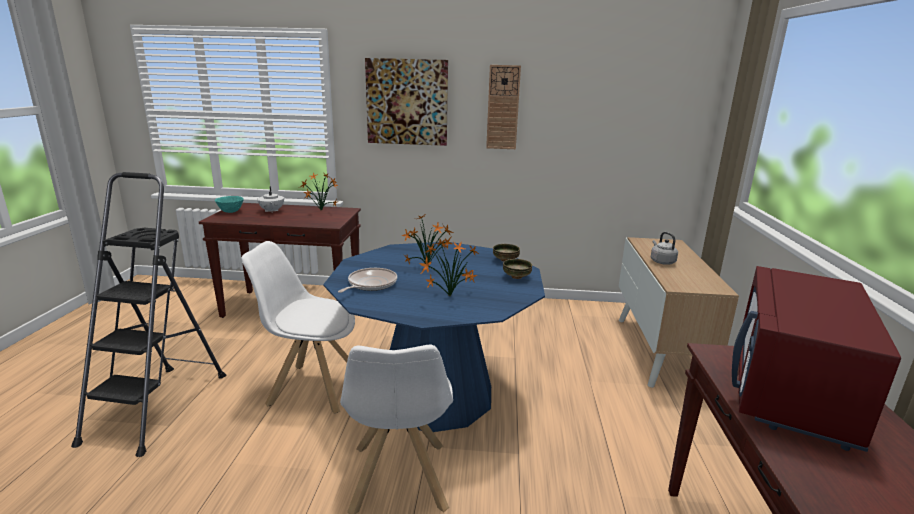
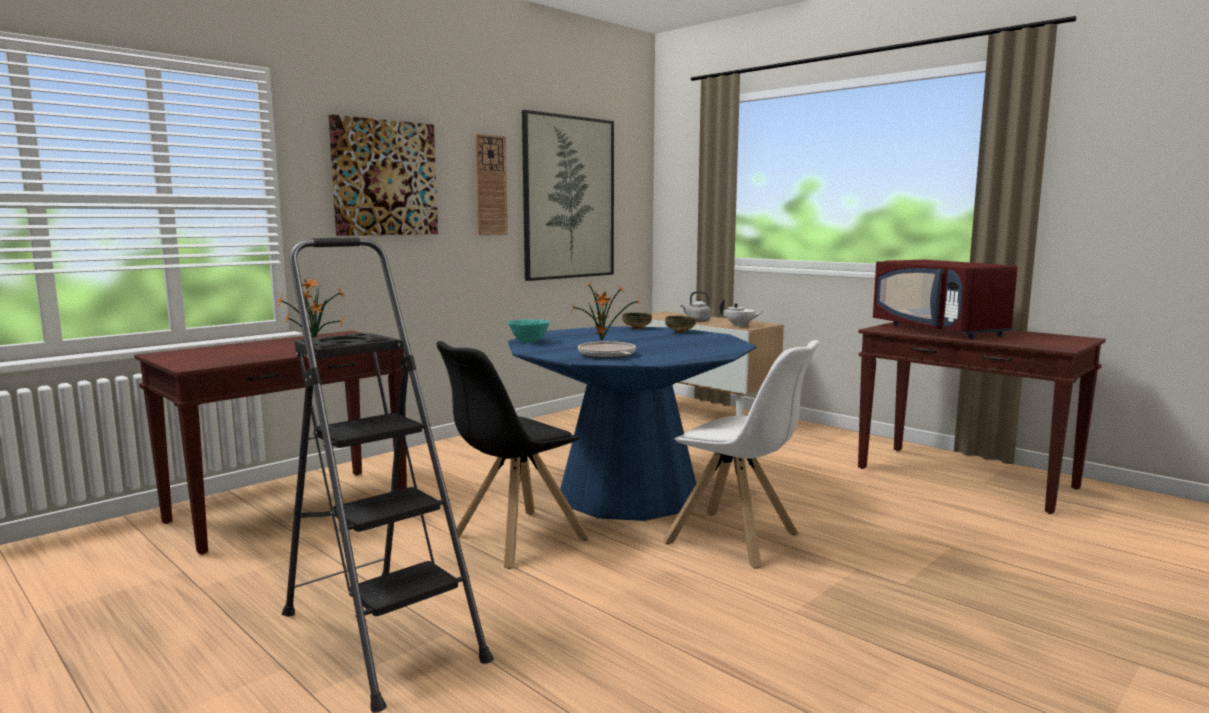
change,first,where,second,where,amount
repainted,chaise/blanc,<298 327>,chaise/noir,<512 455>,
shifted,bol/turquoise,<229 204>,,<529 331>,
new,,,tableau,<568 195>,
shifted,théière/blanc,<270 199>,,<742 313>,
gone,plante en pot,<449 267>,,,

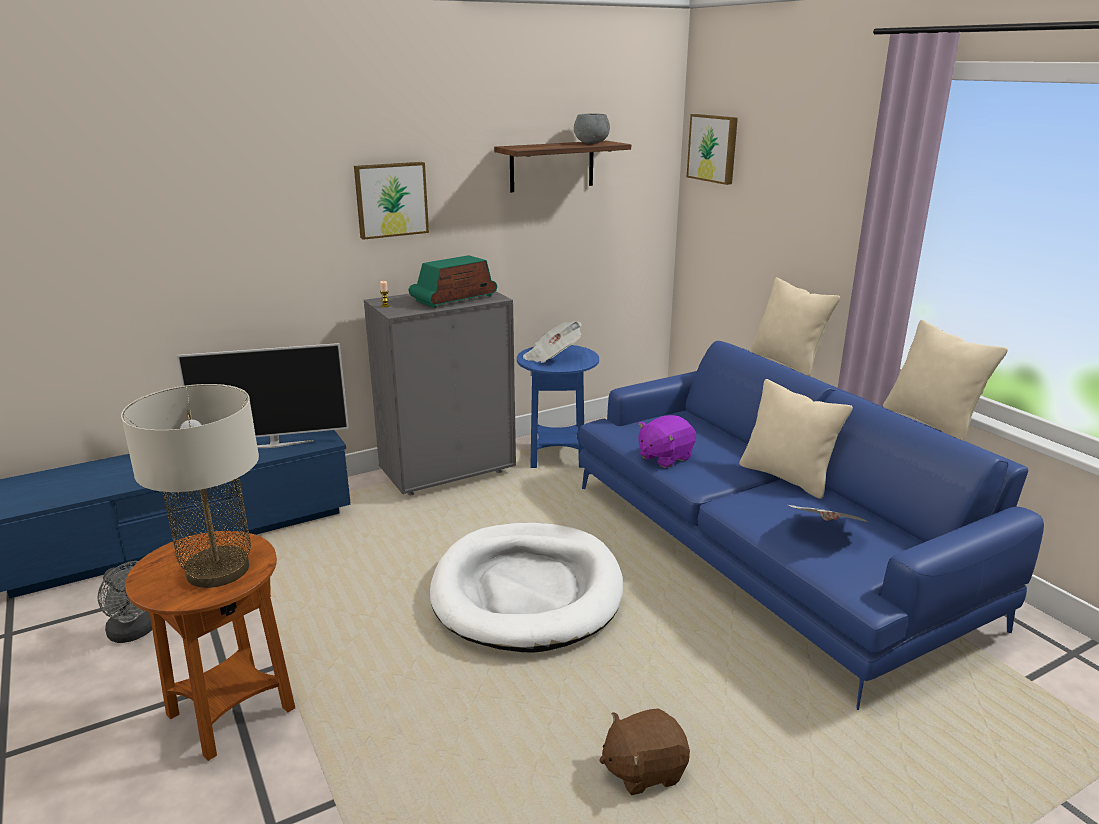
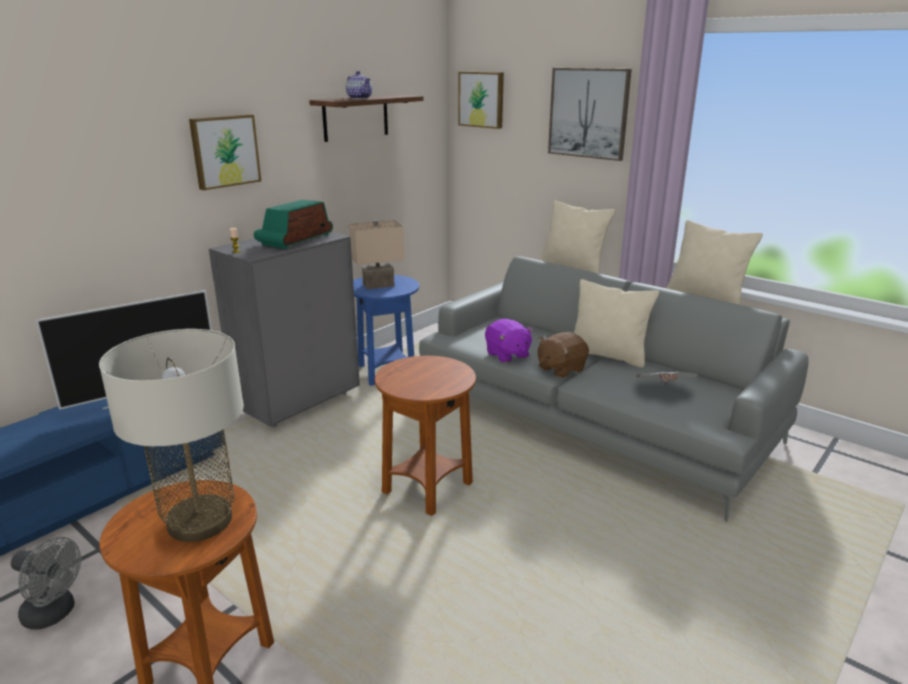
change,first,where,second,where,amount
new,,,théière,<359 85>,
swapped,journal,<552 342>,lampe de table/beige,<376 254>,
swapped,panier pour chien/blanc,<526 588>,table d'appoint/marron,<425 436>,
repainted,canapé/bleu,<811 525>,canapé/gris,<614 389>,
rotated,peluche/violet,<667 441>,,<509 341>,60 degrees counterclockwise
shifted,peluche/marron,<644 751>,,<563 355>,
new,,,tableau,<590 114>,
gone,bol/gris,<592 128>,,,

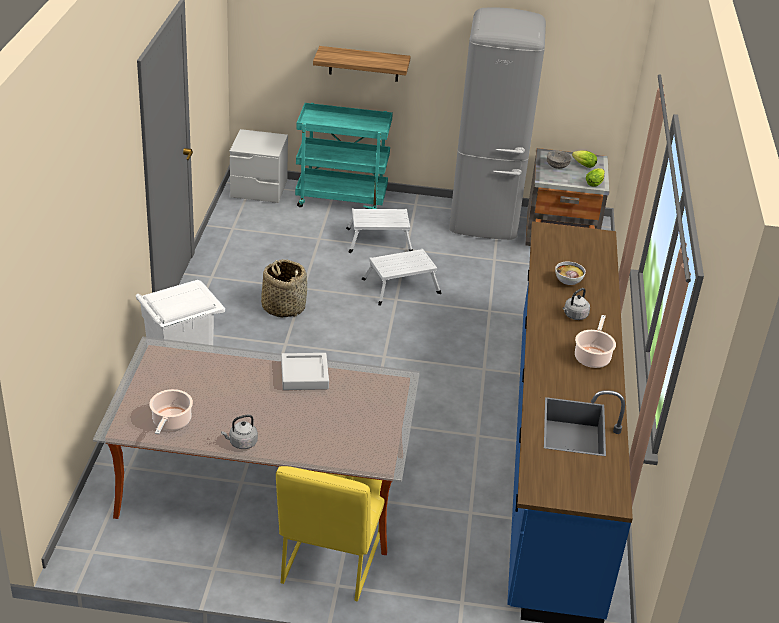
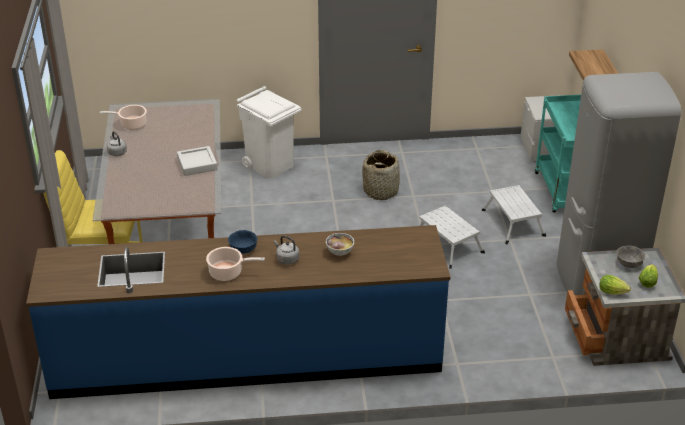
change,first,where,second,where,amount
new,,,bol/bleu,<242 242>,

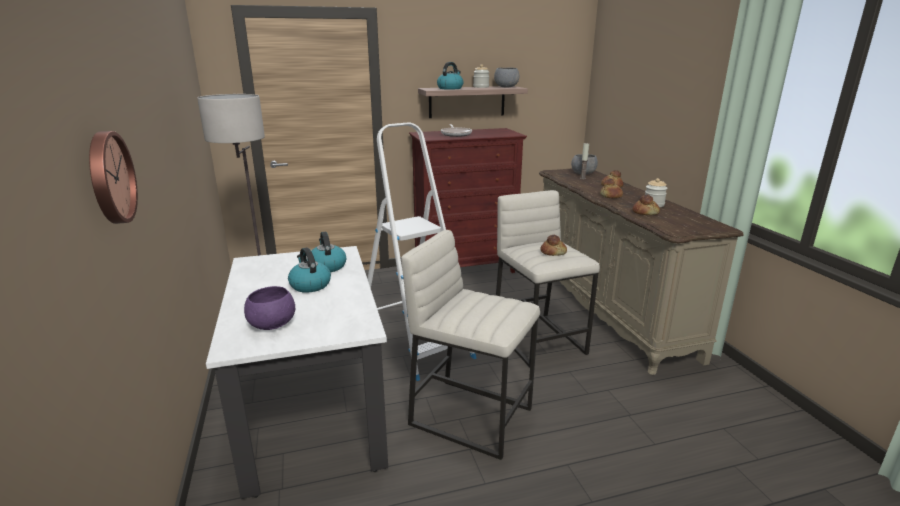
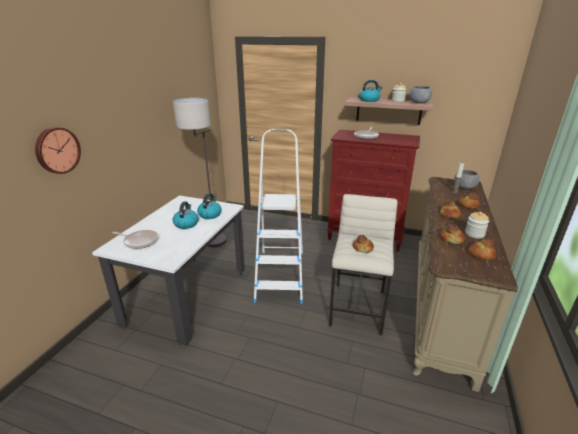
change,first,where,second,where,amount
swapped,bol/violet,<269 308>,poêle,<135 239>,
new,,,pain,<482 249>,
gone,tabouret/beige,<470 345>,,,

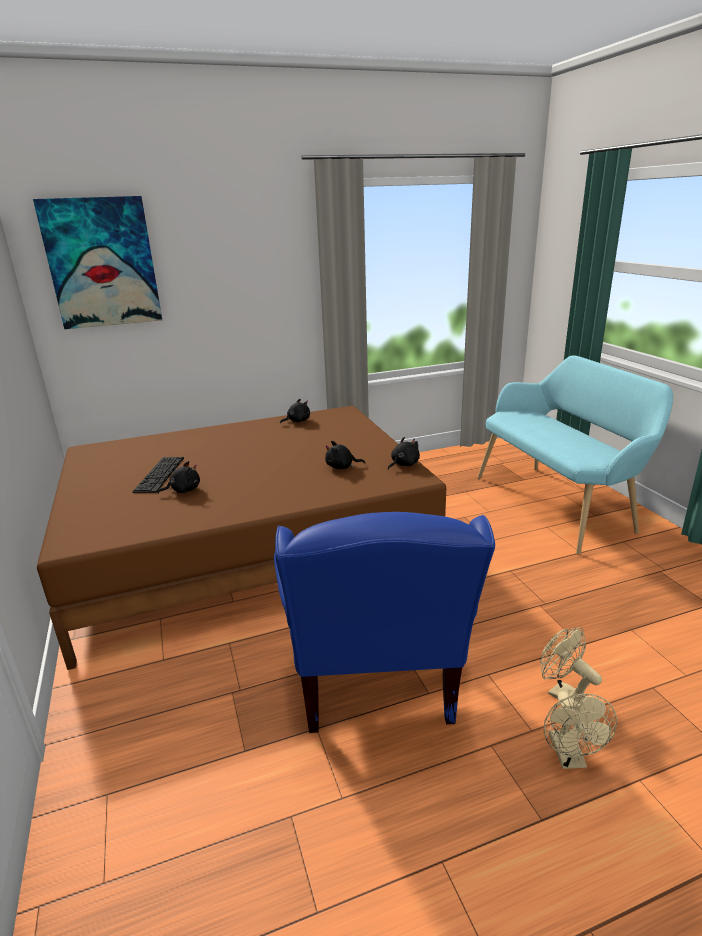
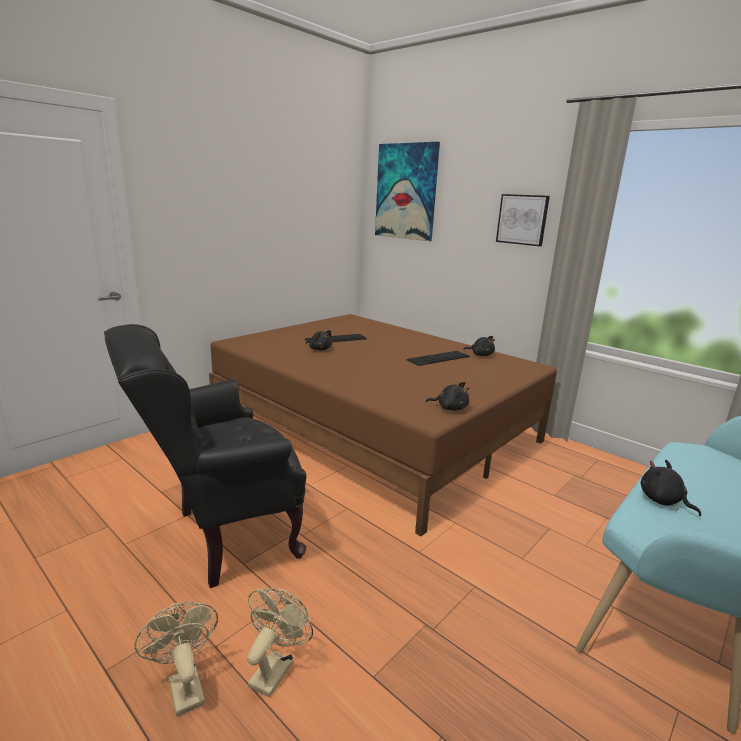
change,first,where,second,where,amount
repainted,fauteuil/bleu,<384 622>,fauteuil/noir,<205 456>,
rotated,ventilateur/beige,<580 730>,,<176 658>,90 degrees clockwise
new,,,clavier,<438 358>,
new,,,tableau,<523 220>,
shifted,peluche/noir,<345 455>,,<671 488>,

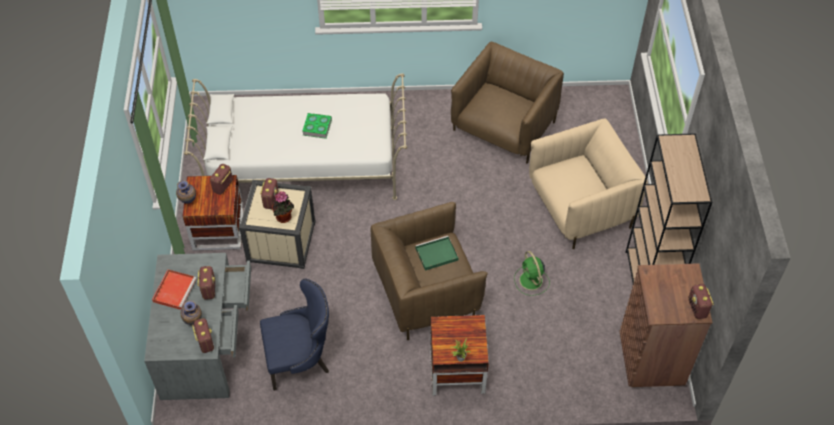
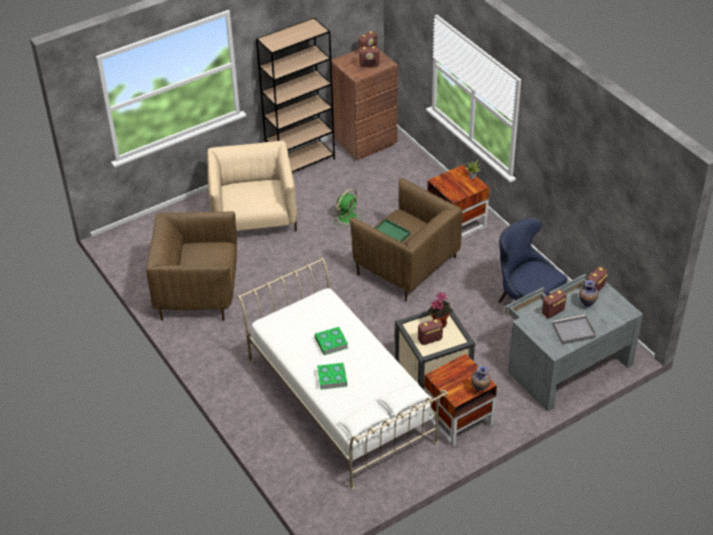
change,first,where,second,where,amount
rotated,fauteuil/beige,<588 183>,,<252 186>,45 degrees clockwise
new,,,livre,<332 376>,
shifted,radio,<221 179>,,<369 56>,
repainted,plateau/rouge,<174 289>,plateau/gris,<574 330>,

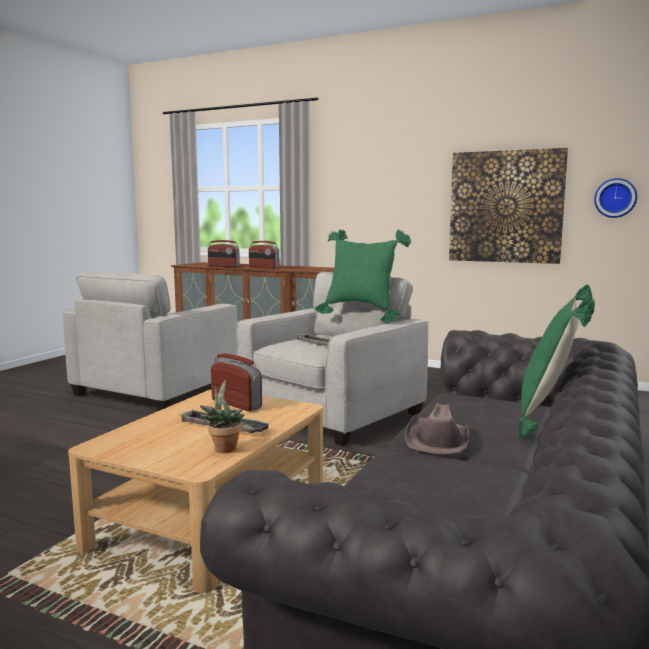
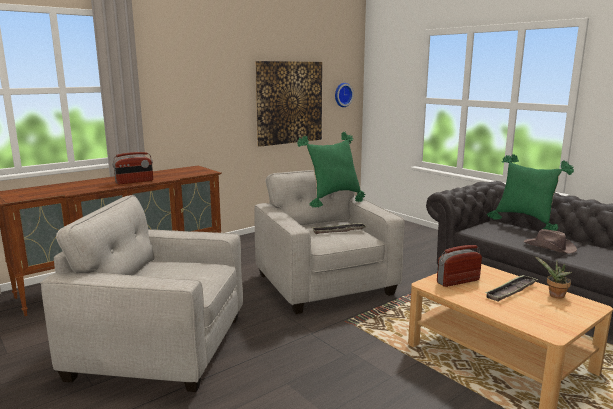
change,first,where,second,where,amount
rotated,fauteuil/gris,<149 341>,,<141 293>,135 degrees clockwise
gone,radio,<224 253>,,,

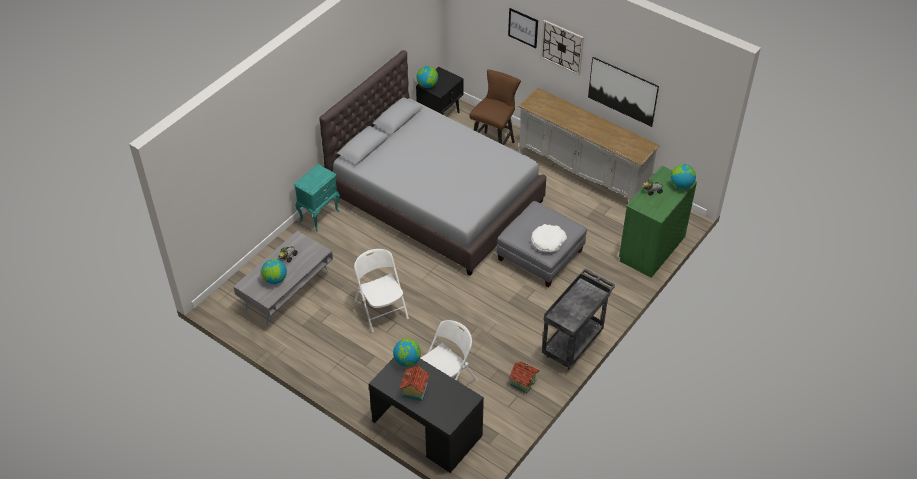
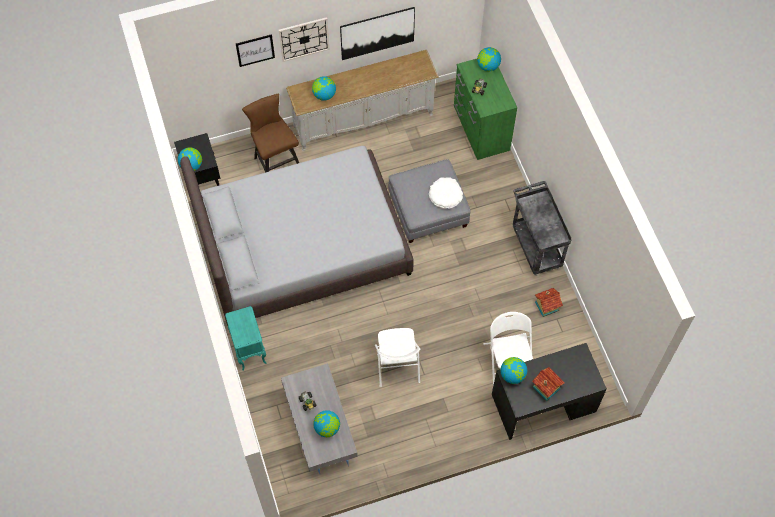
change,first,where,second,where,amount
new,,,globe,<324 88>,
rotated,chaise/blanc,<381 291>,,<397 357>,105 degrees counterclockwise

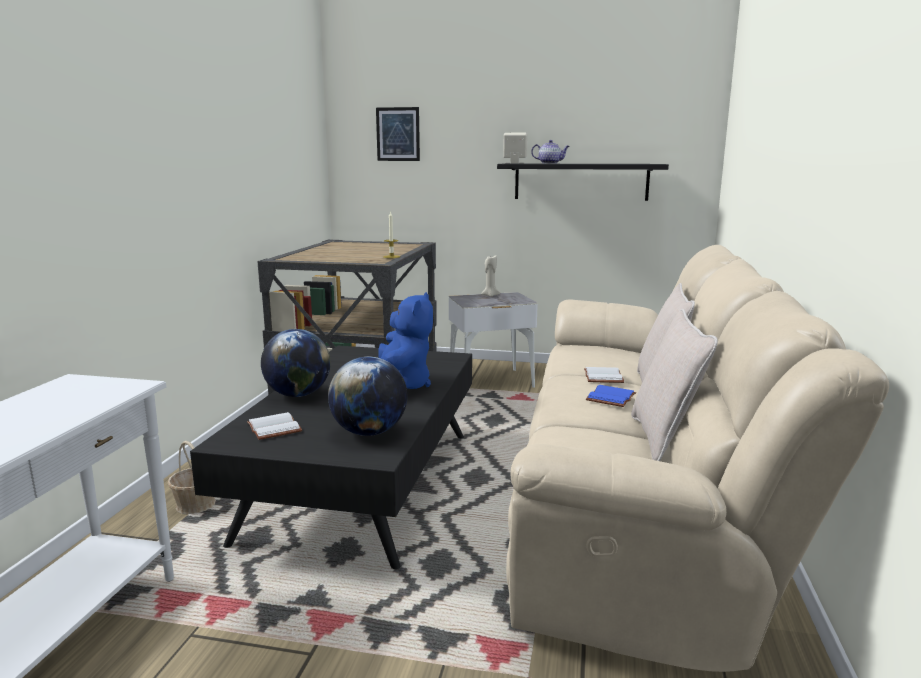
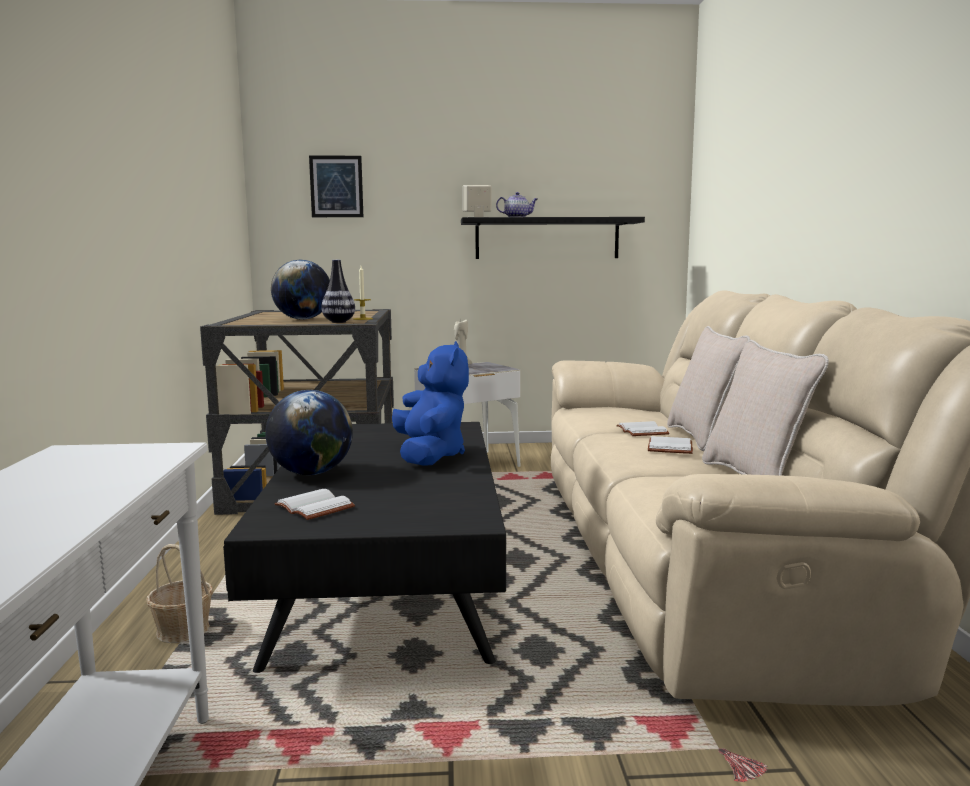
change,first,where,second,where,amount
shifted,globe,<367 396>,,<300 290>,
new,,,vase,<338 291>,
repainted,livre/bleu,<611 396>,livre/blanc,<670 445>,

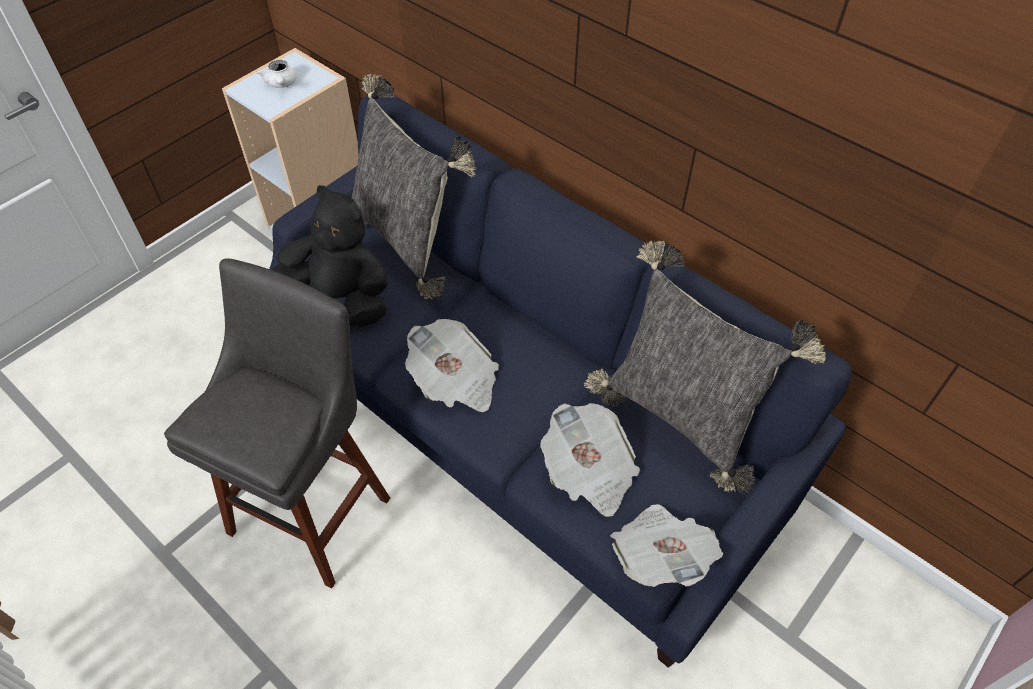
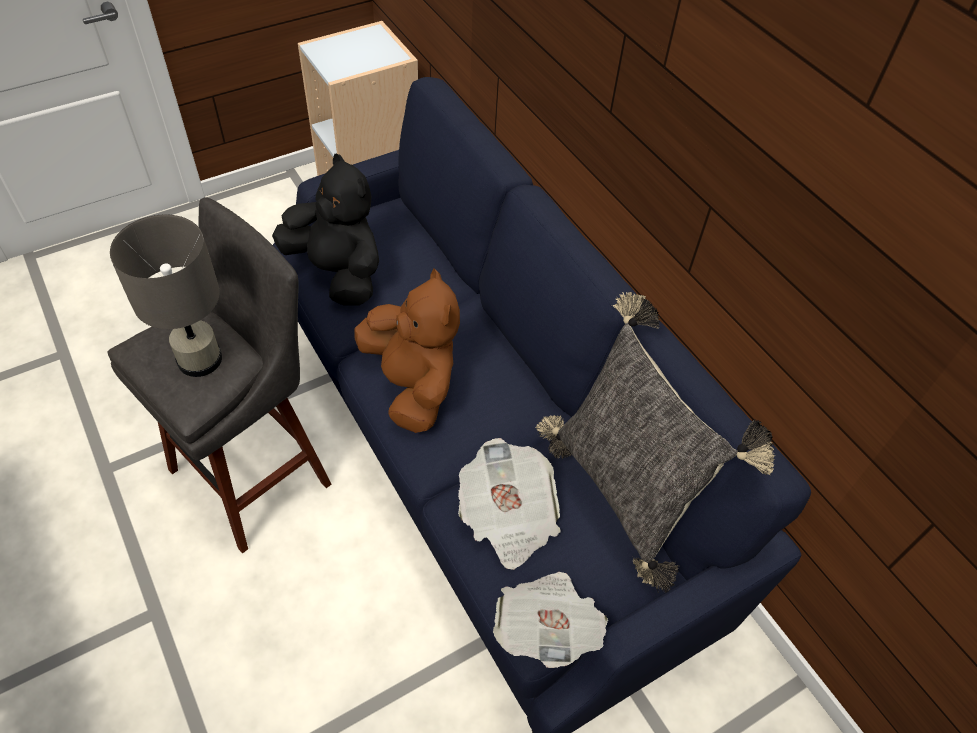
change,first,where,second,where,amount
new,,,lampe de table/gris,<166 296>,
swapped,journal,<452 365>,peluche/marron,<407 350>,
gone,théière/blanc,<276 74>,,,
gone,coussin,<413 187>,,,

